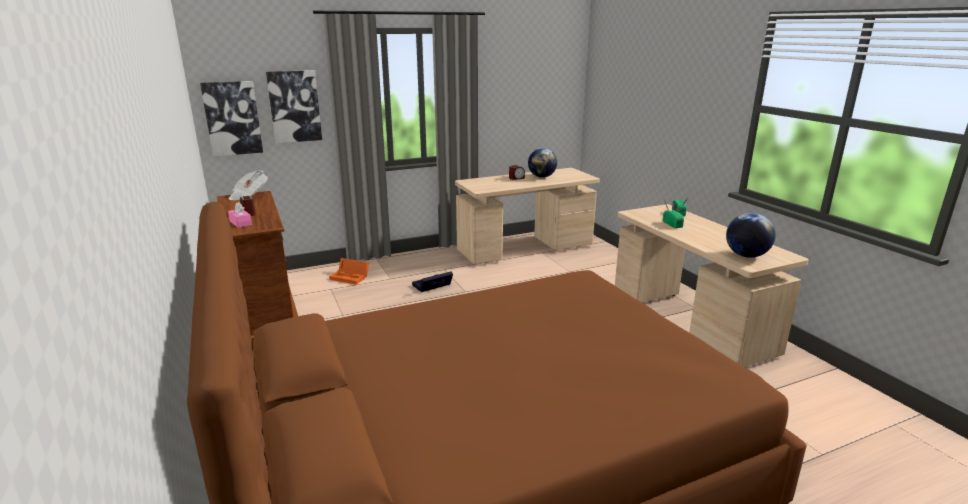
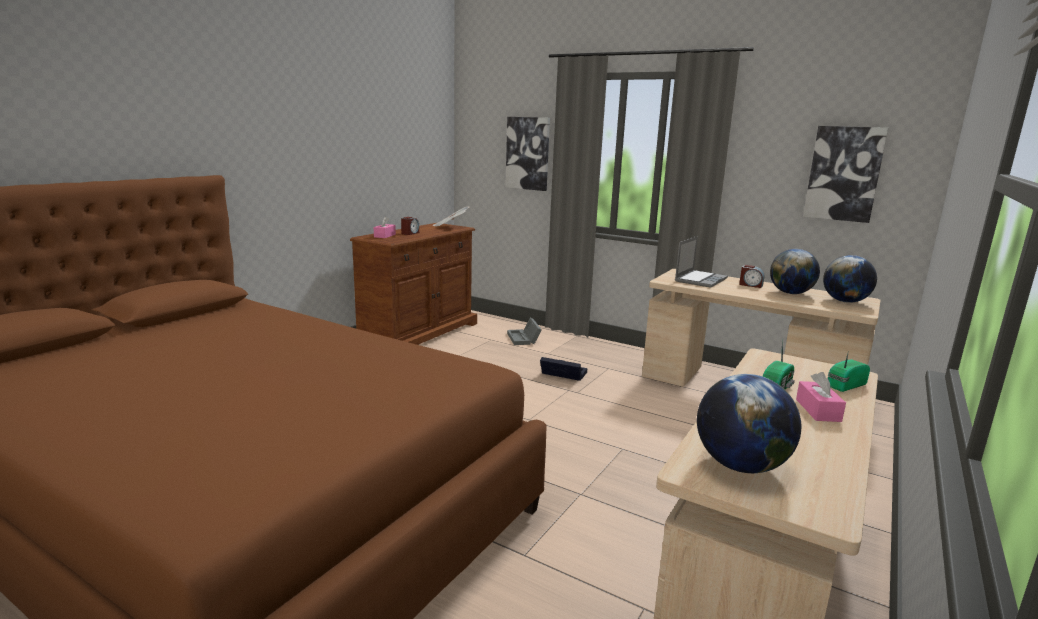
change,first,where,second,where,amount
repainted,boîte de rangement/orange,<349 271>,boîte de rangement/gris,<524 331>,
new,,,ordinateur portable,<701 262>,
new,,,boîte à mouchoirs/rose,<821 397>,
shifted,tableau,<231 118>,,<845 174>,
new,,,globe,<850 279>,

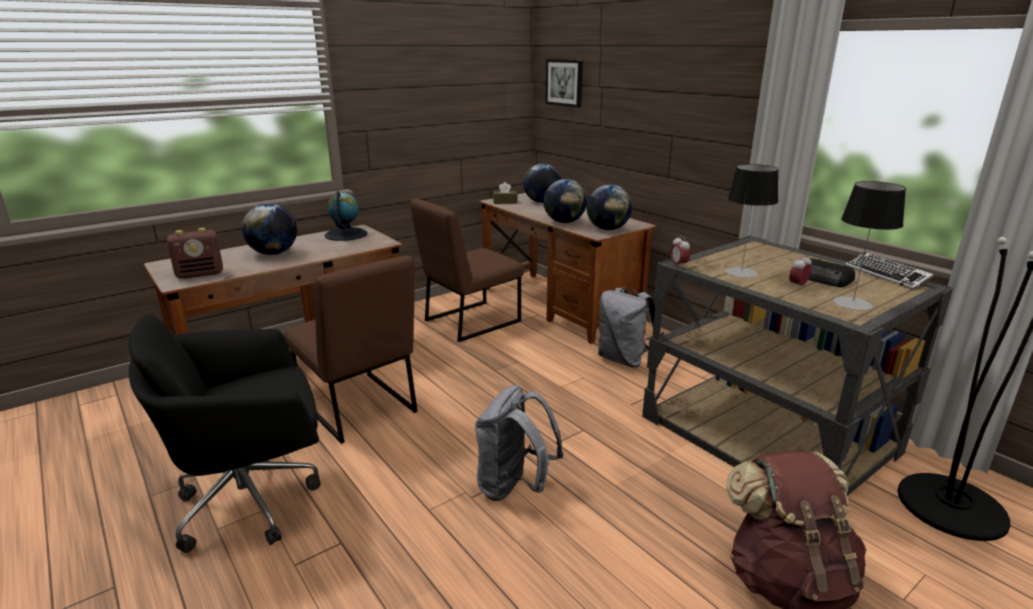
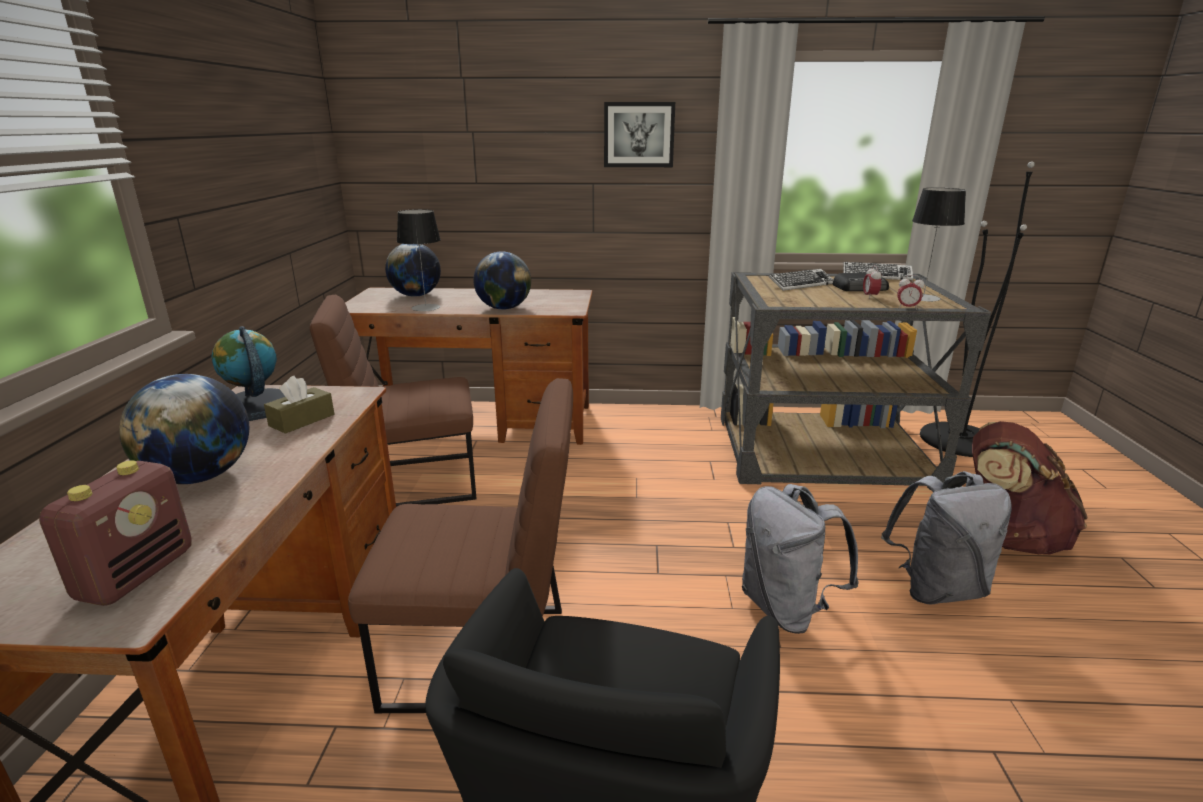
change,first,where,second,where,amount
shifted,boîte à mouchoirs/marron,<505 193>,,<299 405>,
rotated,chaise/marron,<467 270>,,<393 400>,75 degrees clockwise
shifted,lampe de table,<752 221>,,<419 260>,
shifted,tableau,<564 83>,,<639 134>,
new,,,clavier,<800 280>,
shifted,sac à dos/gris,<626 327>,,<946 537>,
shifted,réveil,<680 250>,,<910 292>,
gone,globe,<609 207>,,,

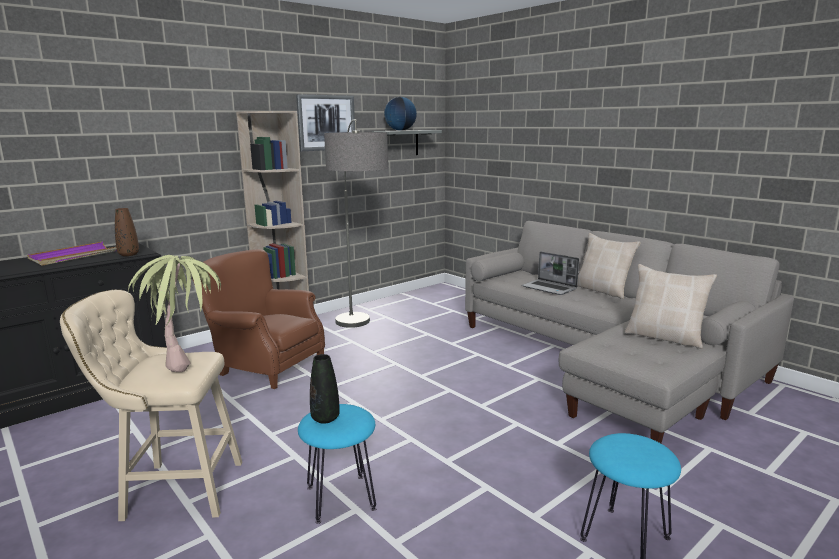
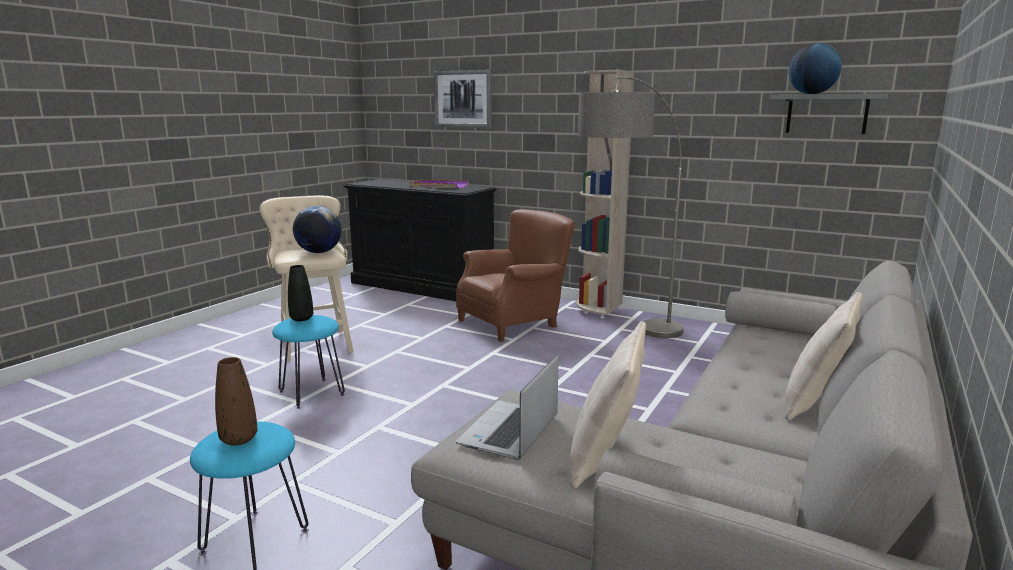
change,first,where,second,where,amount
shifted,vase/marron,<127 232>,,<236 401>,
swapped,plante en pot,<174 313>,globe,<317 229>,
shifted,tableau,<325 122>,,<463 99>,
rotated,fauteuil/marron,<258 319>,,<515 275>,45 degrees clockwise
shifted,ordinateur portable,<550 273>,,<507 407>,

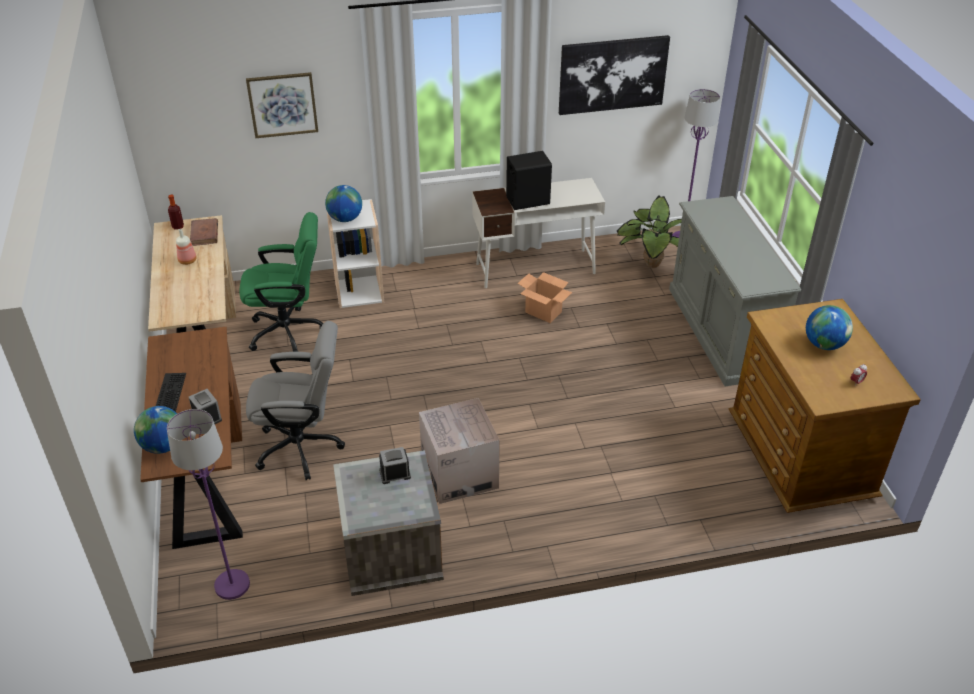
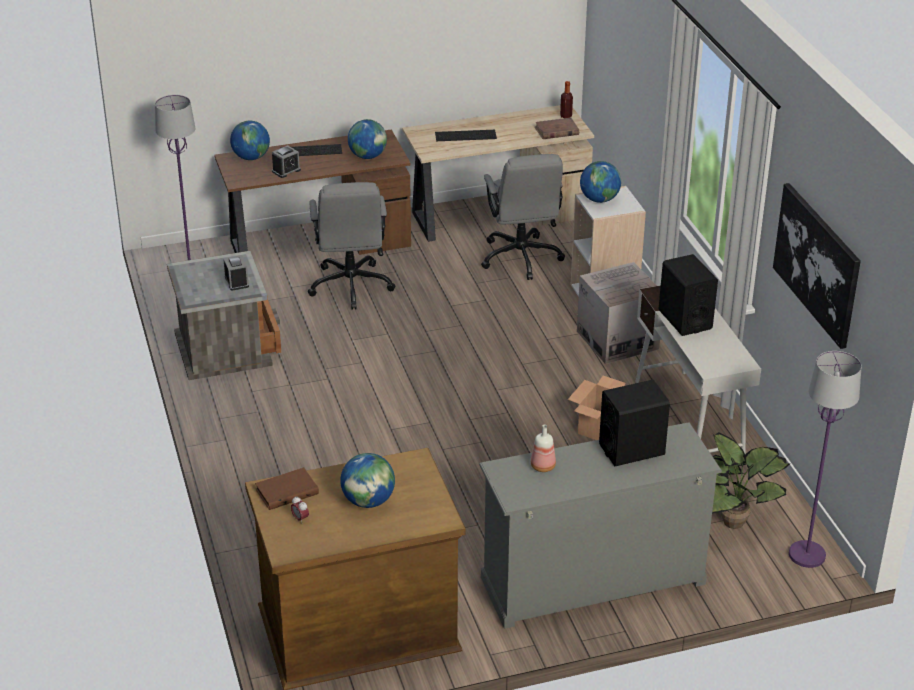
change,first,where,second,where,amount
new,,,livre/marron,<287 488>,
new,,,globe,<367 139>,
new,,,clavier,<466 135>,
repainted,chaise de bureau/vert,<281 282>,chaise de bureau/gris,<523 217>,
shifted,bouteille,<186 247>,,<543 448>,
shifted,carton,<459 451>,,<618 313>,
new,,,enceinte/noir,<634 423>,
gone,tableau,<282 105>,,,

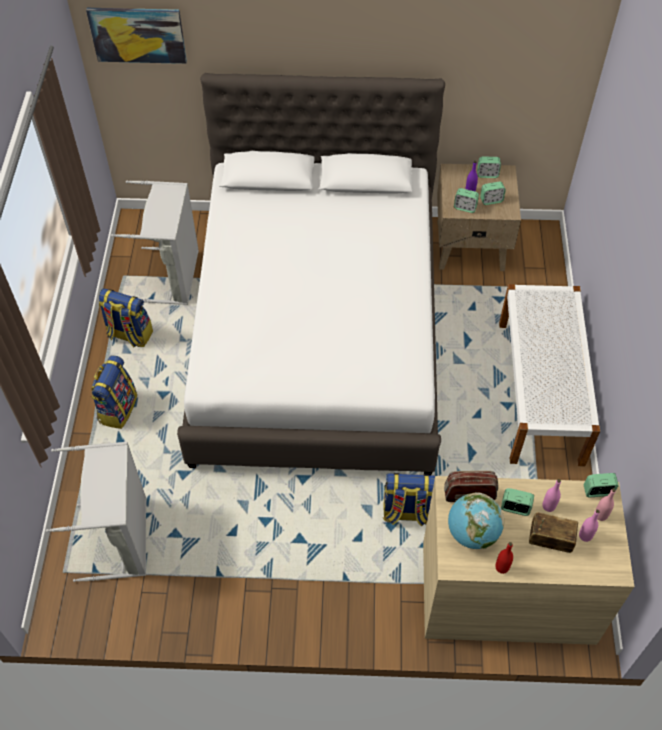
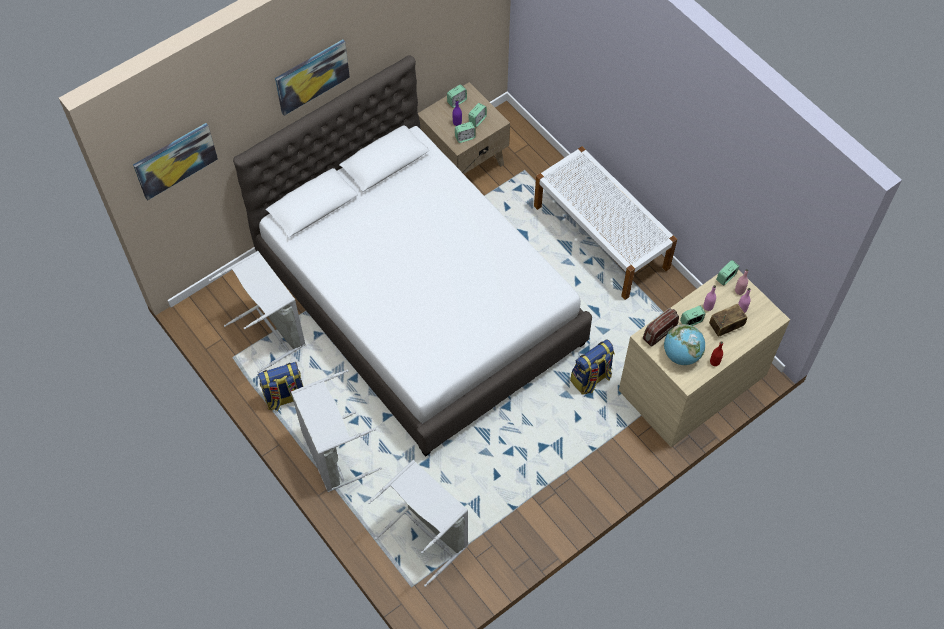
change,first,where,second,where,amount
new,,,tableau,<312 78>,
swapped,sac à dos,<114 392>,panier à linge/gris,<336 431>,

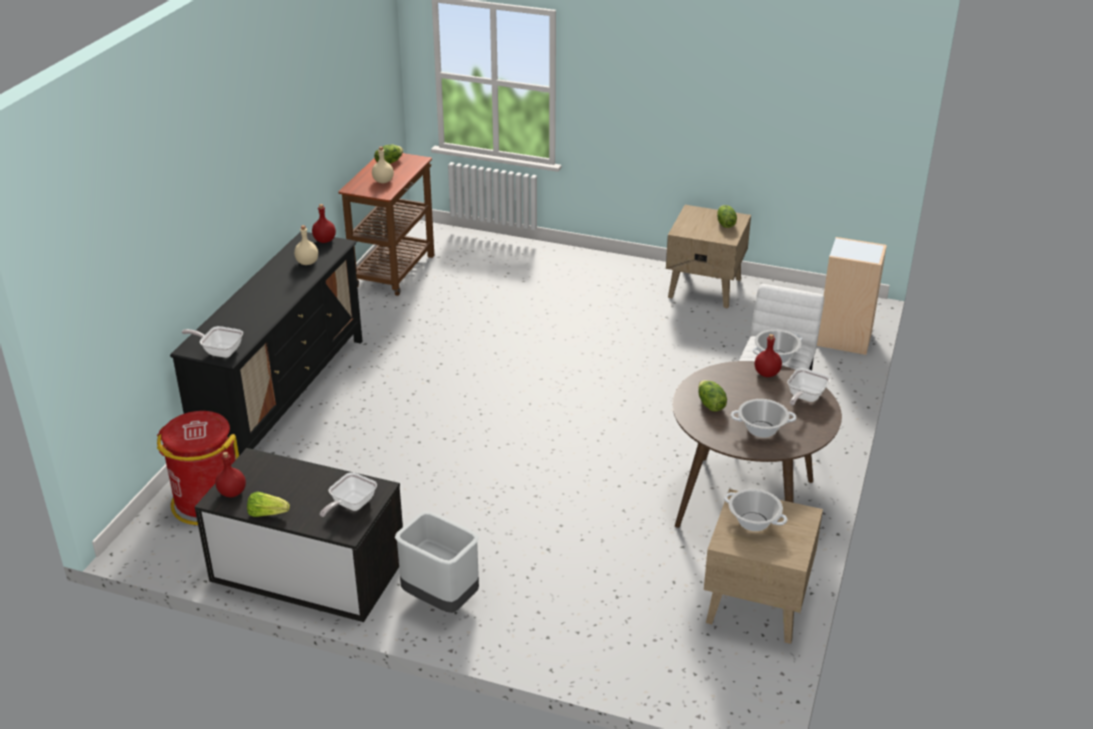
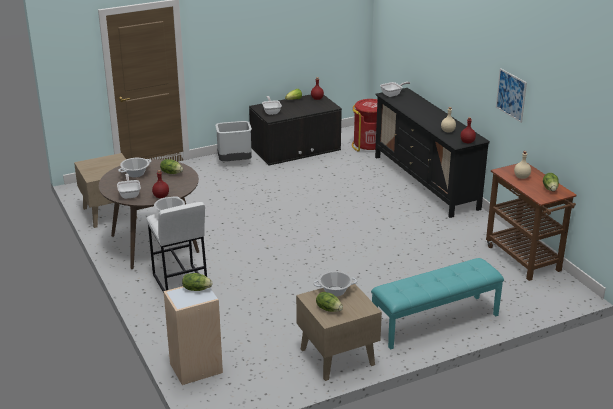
change,first,where,second,where,amount
new,,,laitue,<197 282>,
shifted,marmite,<756 510>,,<335 284>,
new,,,banc/turquoise,<437 304>,
new,,,tableau,<511 95>,

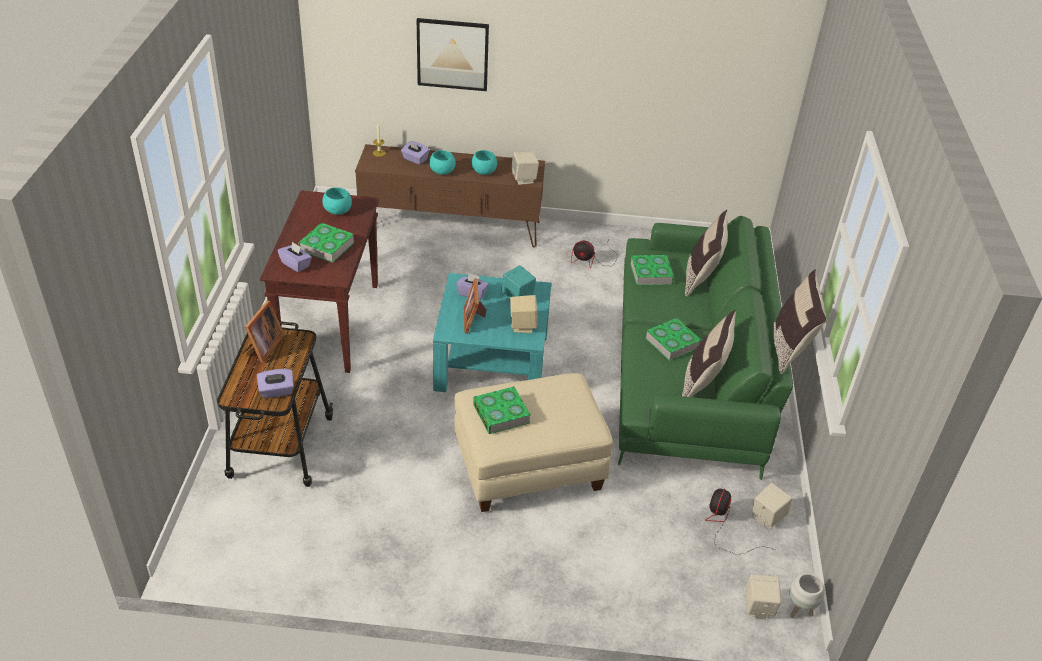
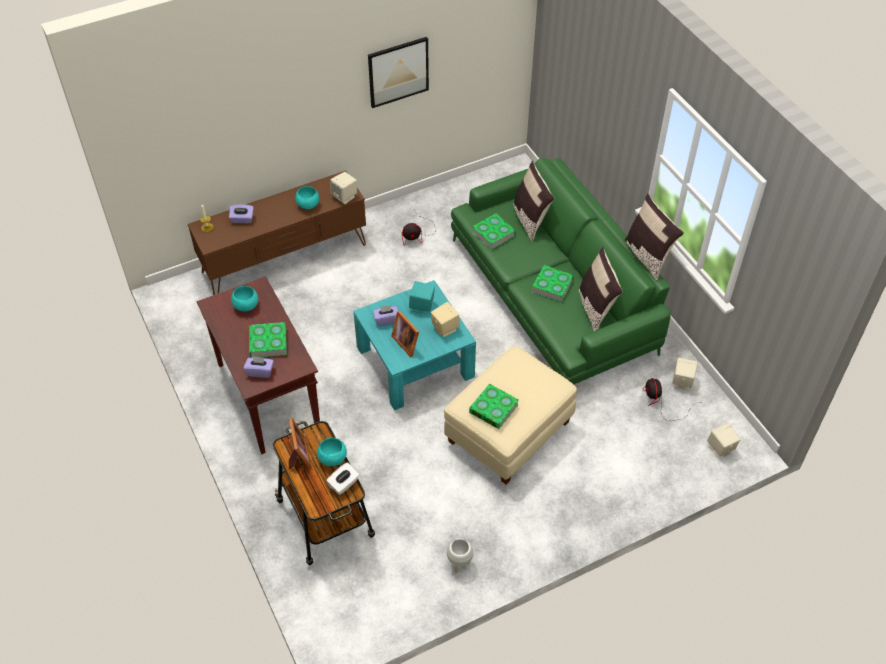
change,first,where,second,where,amount
shifted,bol/turquoise,<442 162>,,<332 452>,
repainted,boîte à mouchoirs/violet,<275 383>,boîte à mouchoirs/blanc,<342 478>,
shifted,tableau,<453 54>,,<398 72>,
shifted,cache-pot/blanc,<807 595>,,<460 555>,

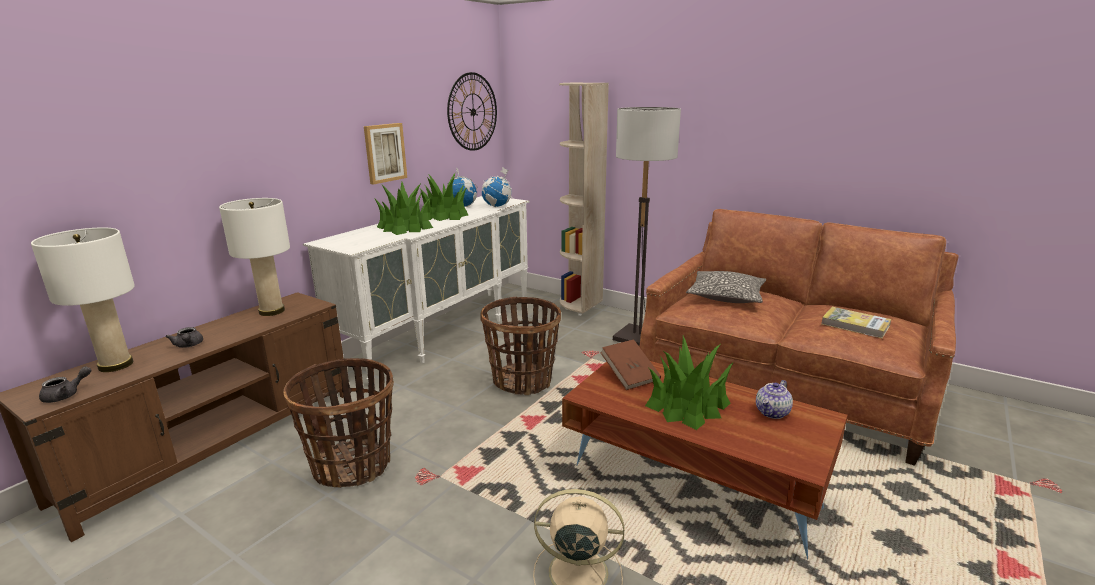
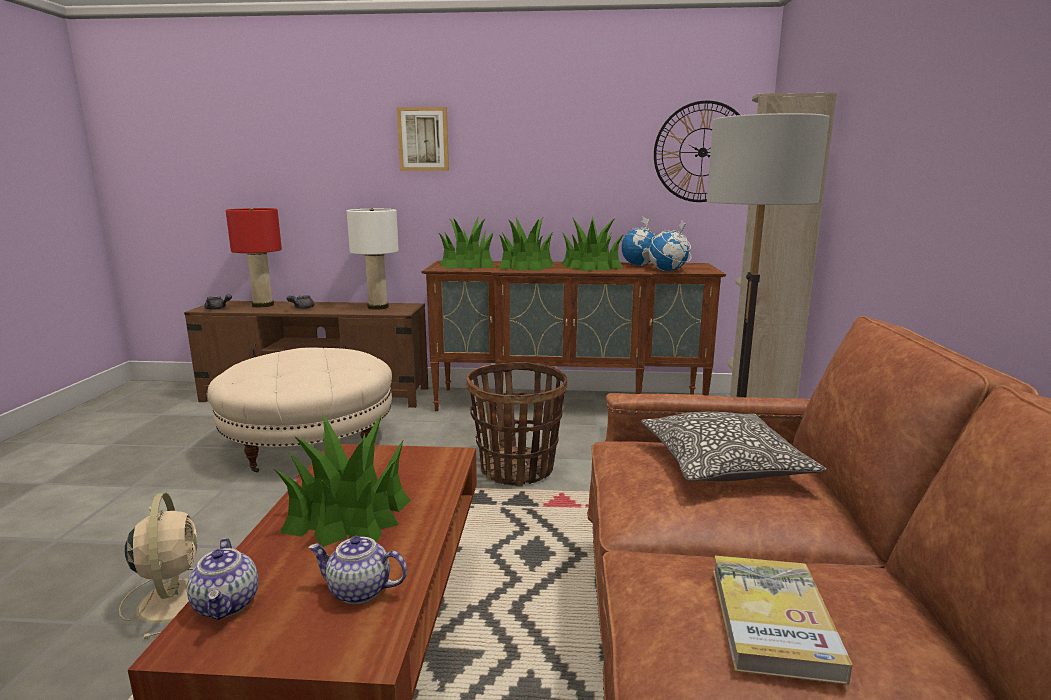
change,first,where,second,where,amount
new,,,théière,<222 579>,
swapped,panier,<339 423>,pouf/beige,<299 410>,
repainted,lampe de table/blanc,<83 300>,lampe de table/rouge,<254 257>,
shifted,tableau,<385 154>,,<423 139>,
repainted,meuble de rangement/blanc,<416 289>,meuble de rangement/marron,<573 336>,
new,,,plante en pot,<467 243>,
gone,livre/marron,<630 364>,,,

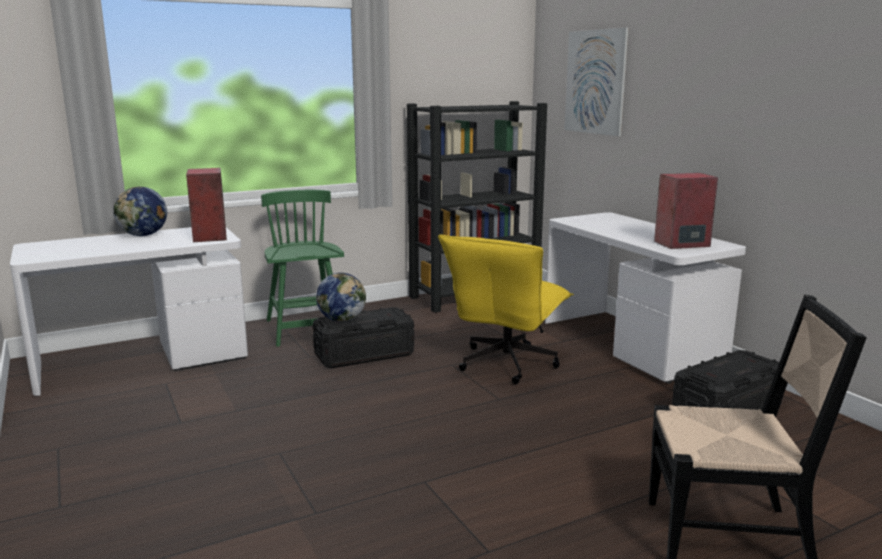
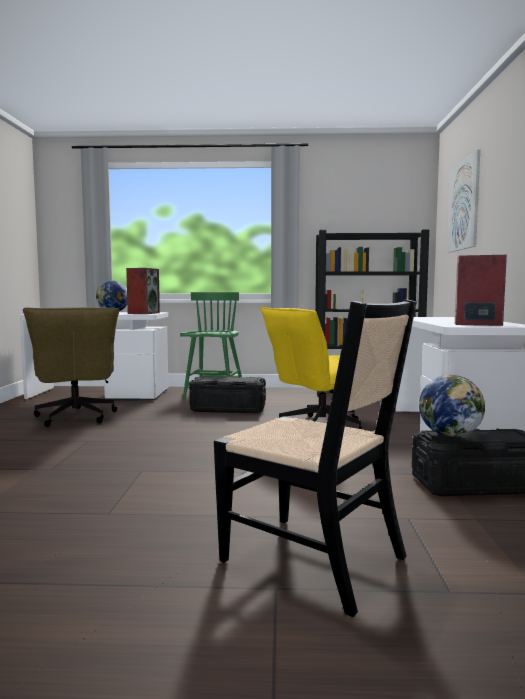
change,first,where,second,where,amount
new,,,chaise de bureau/beige,<71 367>,
shifted,globe,<341 297>,,<452 406>,

